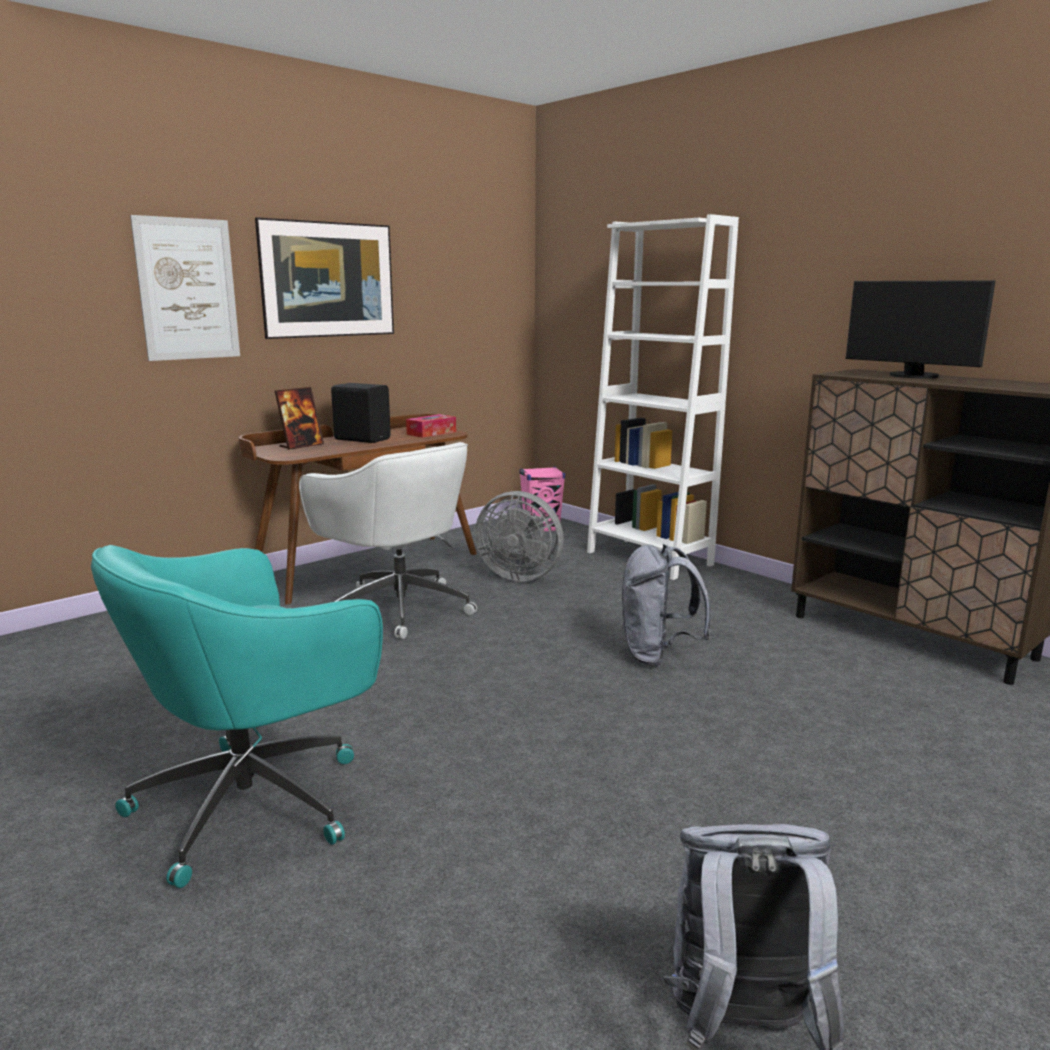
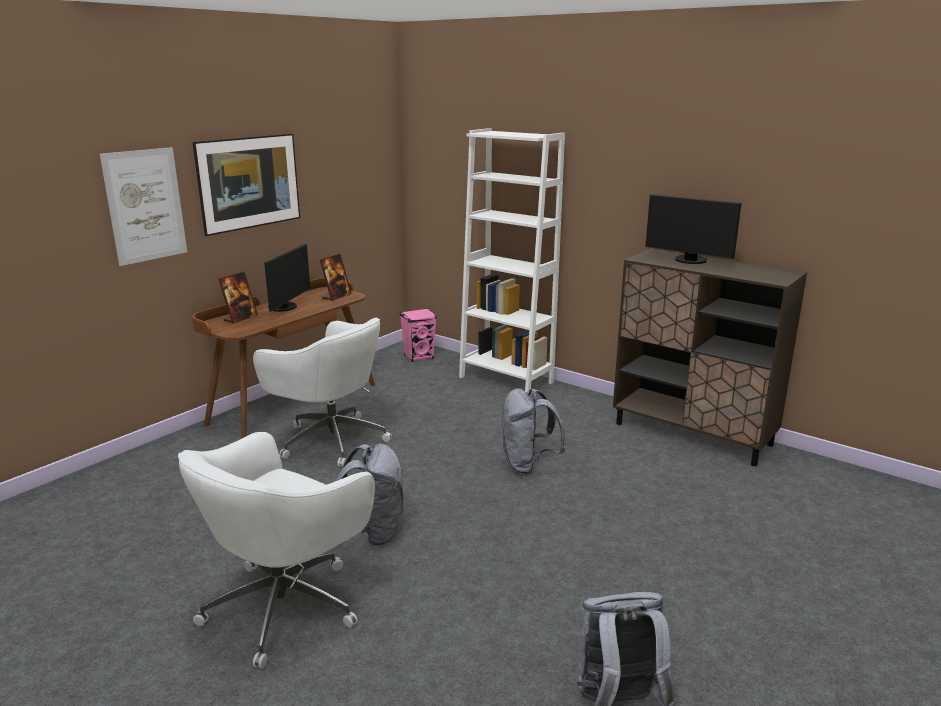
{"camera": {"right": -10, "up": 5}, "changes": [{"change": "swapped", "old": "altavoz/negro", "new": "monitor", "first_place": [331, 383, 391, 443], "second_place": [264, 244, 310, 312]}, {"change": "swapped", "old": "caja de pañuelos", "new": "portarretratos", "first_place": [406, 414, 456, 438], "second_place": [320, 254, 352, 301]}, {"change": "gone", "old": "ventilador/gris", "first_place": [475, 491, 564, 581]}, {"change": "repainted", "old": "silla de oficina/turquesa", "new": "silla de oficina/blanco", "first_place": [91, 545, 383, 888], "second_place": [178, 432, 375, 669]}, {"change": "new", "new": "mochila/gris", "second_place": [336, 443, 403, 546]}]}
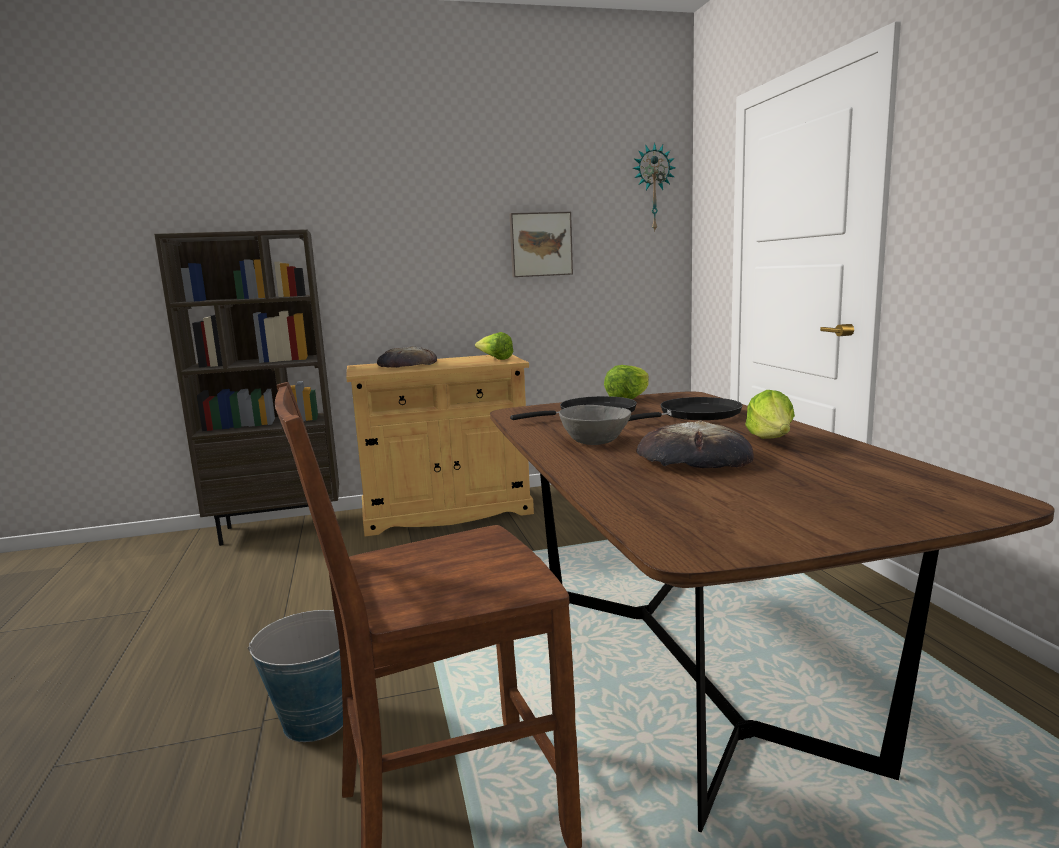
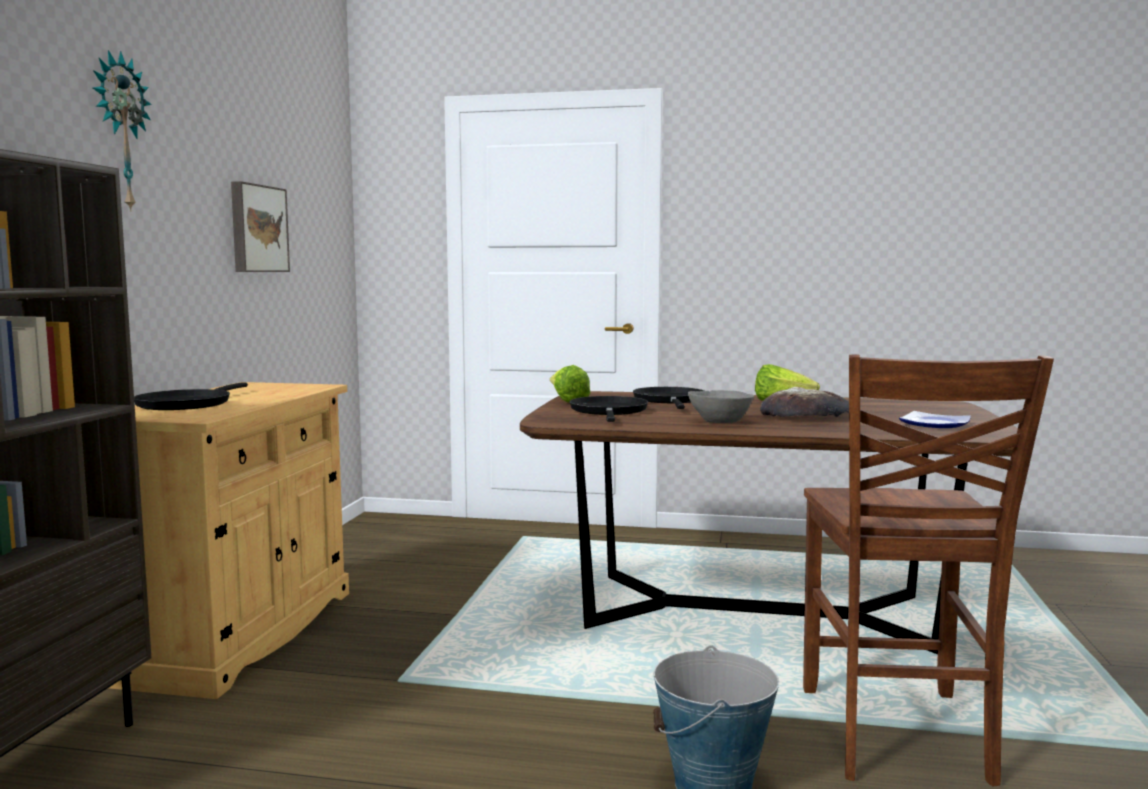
{"camera": {"right": -65, "up": -5}, "changes": [{"change": "shifted", "old": "reloj de pared", "first_place": [633, 142, 676, 232], "second_place": [93, 50, 152, 212]}, {"change": "gone", "old": "lechuga", "first_place": [475, 332, 513, 360]}, {"change": "swapped", "old": "pan", "new": "sartén/negro", "first_place": [377, 346, 437, 368], "second_place": [134, 382, 248, 410]}, {"change": "new", "new": "plato", "second_place": [899, 411, 971, 428]}]}
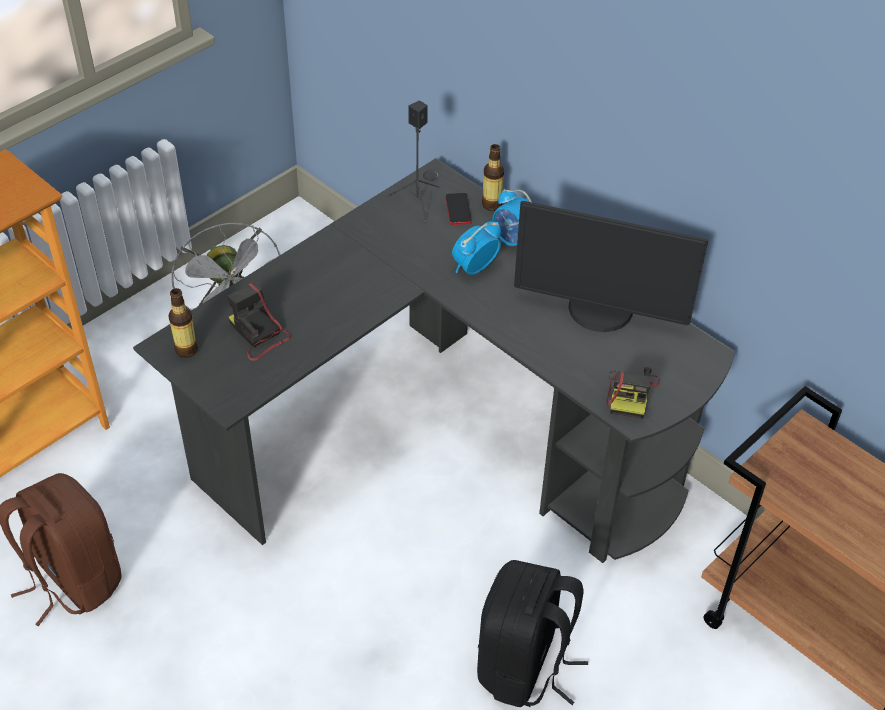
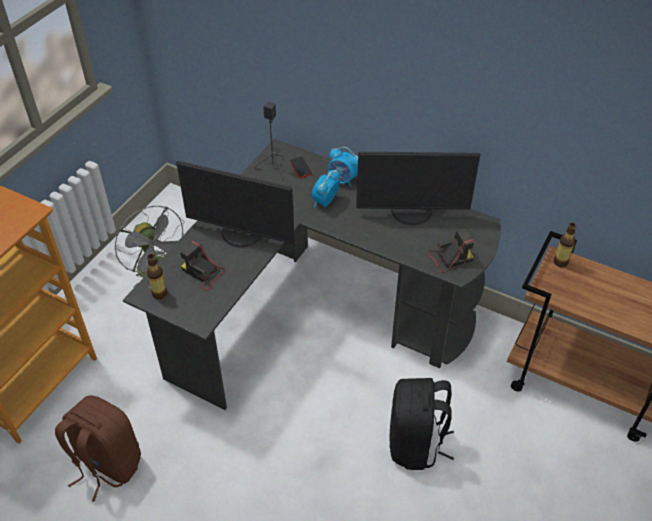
{"camera": {"right": -15, "up": 0}, "changes": [{"change": "shifted", "old": "botella", "first_place": [482, 144, 504, 211], "second_place": [554, 223, 576, 267]}, {"change": "rotated", "old": "cámara", "first_place": [606, 367, 660, 419], "second_place": [427, 228, 474, 273], "degrees": -105}, {"change": "new", "new": "monitor", "second_place": [176, 161, 295, 248]}]}
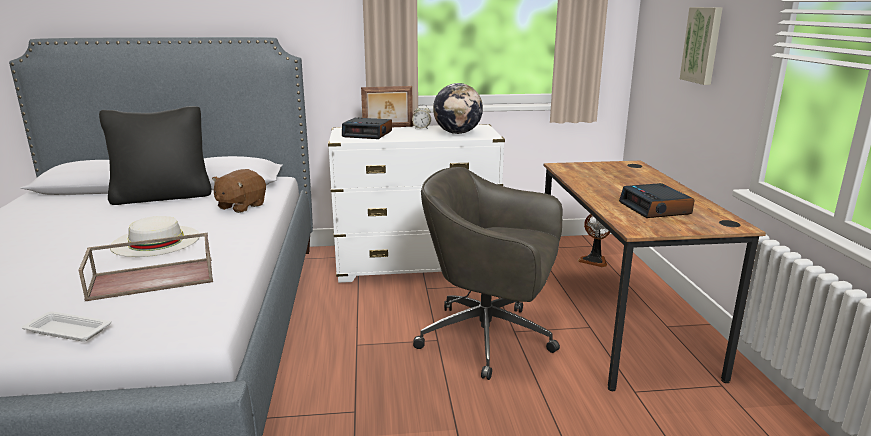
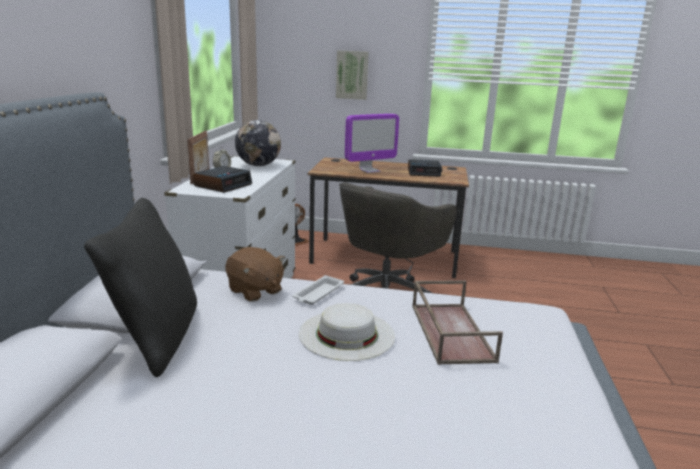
{"camera": {"right": -75, "up": 0}, "changes": [{"change": "shifted", "old": "bandeja/blanco", "first_place": [22, 311, 111, 342], "second_place": [292, 275, 344, 305]}, {"change": "new", "new": "monitor", "second_place": [345, 114, 399, 173]}]}
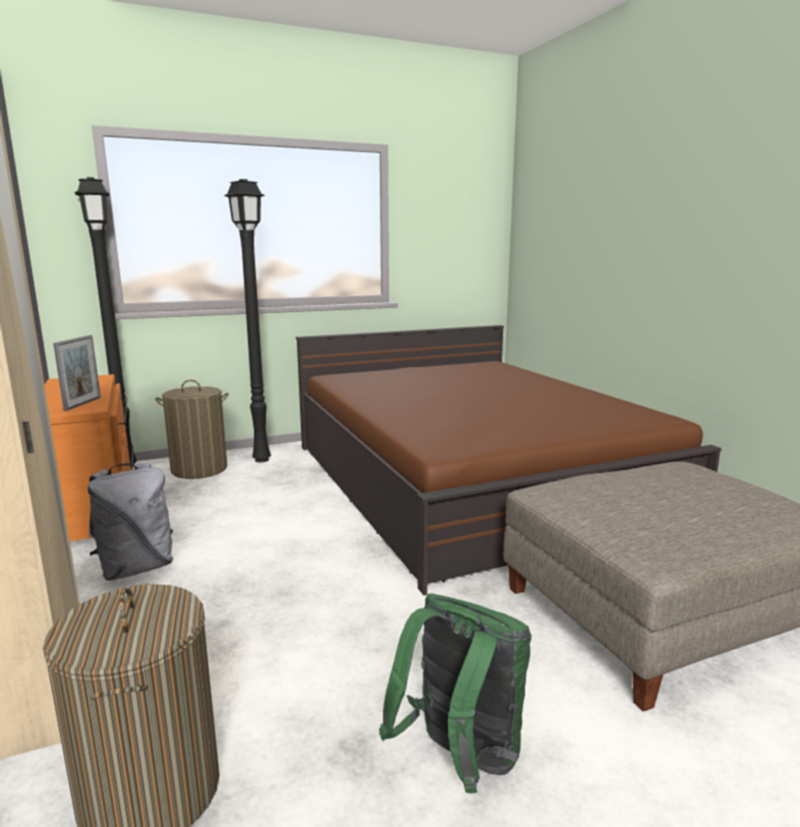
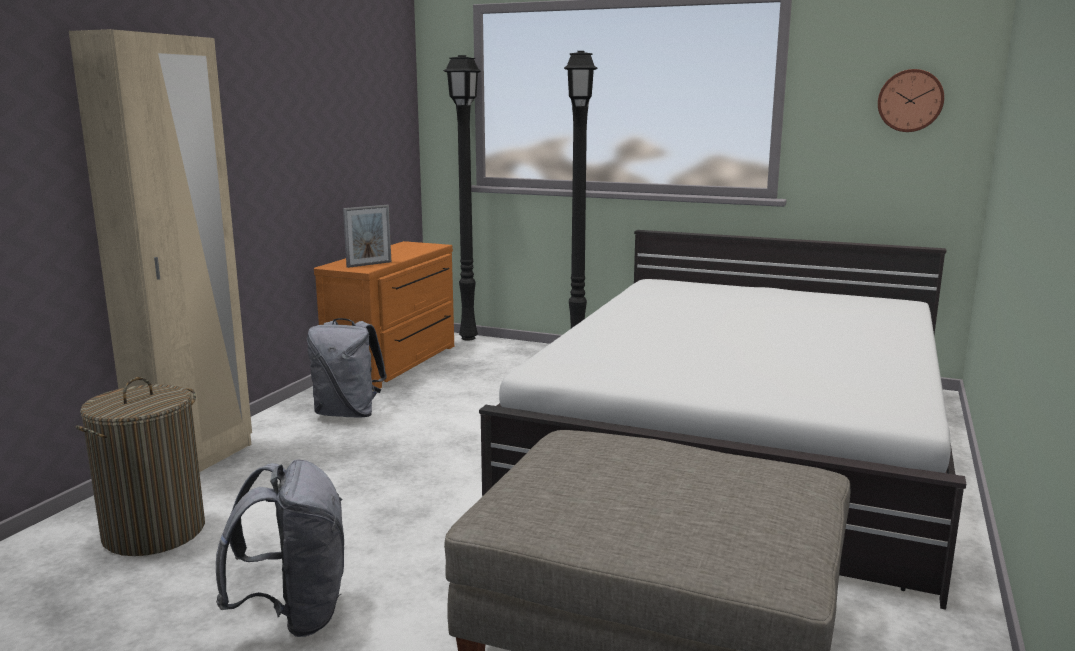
{"camera": {"right": 45, "up": 0}, "changes": [{"change": "repainted", "old": "cama/marrón", "new": "cama/blanco", "first_place": [296, 325, 721, 595], "second_place": [479, 230, 966, 610]}, {"change": "gone", "old": "cesto de la ropa", "first_place": [155, 380, 229, 479]}, {"change": "repainted", "old": "mochila/verde", "new": "mochila/gris", "first_place": [379, 594, 532, 793], "second_place": [216, 460, 344, 637]}, {"change": "new", "new": "reloj de pared", "second_place": [878, 69, 944, 132]}]}
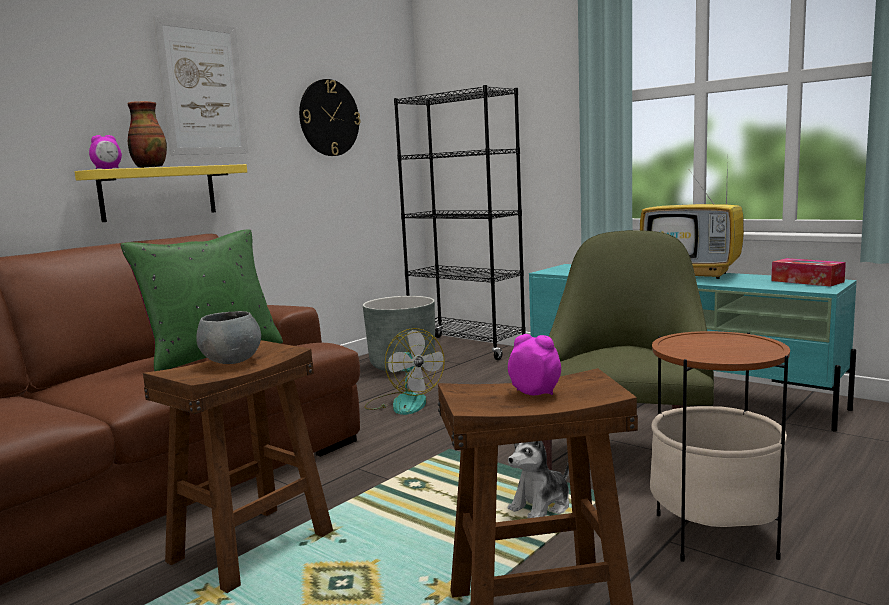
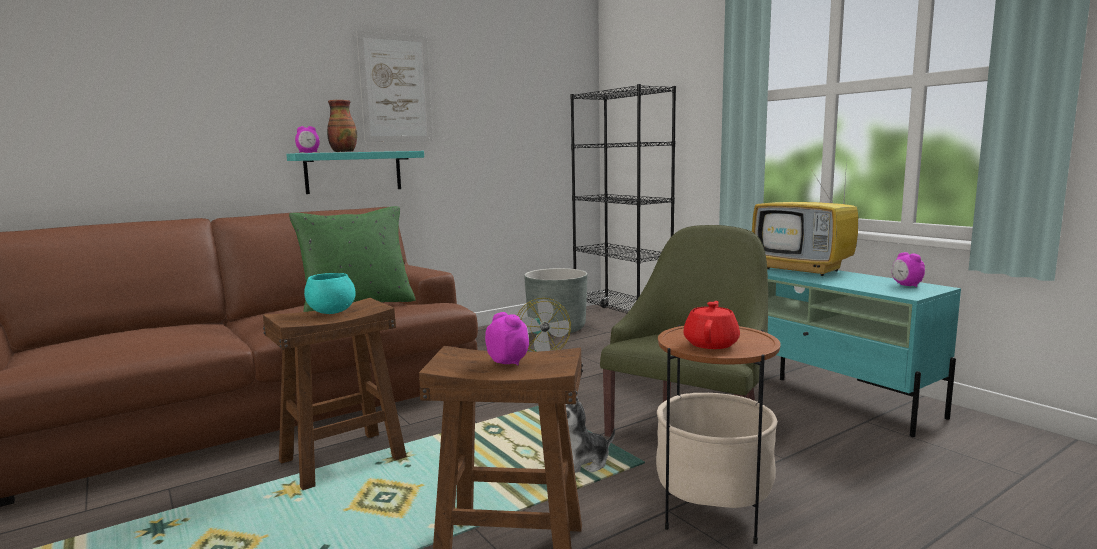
{"camera": {"right": 15, "up": 0}, "changes": [{"change": "gone", "old": "reloj de pared", "first_place": [299, 79, 361, 156]}, {"change": "repainted", "old": "estante/amarillo", "new": "estante/turquesa", "first_place": [75, 164, 247, 222], "second_place": [286, 151, 424, 194]}, {"change": "swapped", "old": "caja de pañuelos", "new": "despertador", "first_place": [771, 258, 846, 287], "second_place": [892, 252, 925, 287]}, {"change": "repainted", "old": "cuenco/gris", "new": "cuenco/turquesa", "first_place": [196, 311, 261, 364], "second_place": [304, 273, 356, 314]}, {"change": "new", "new": "tetera/rojo", "second_place": [684, 301, 740, 349]}]}
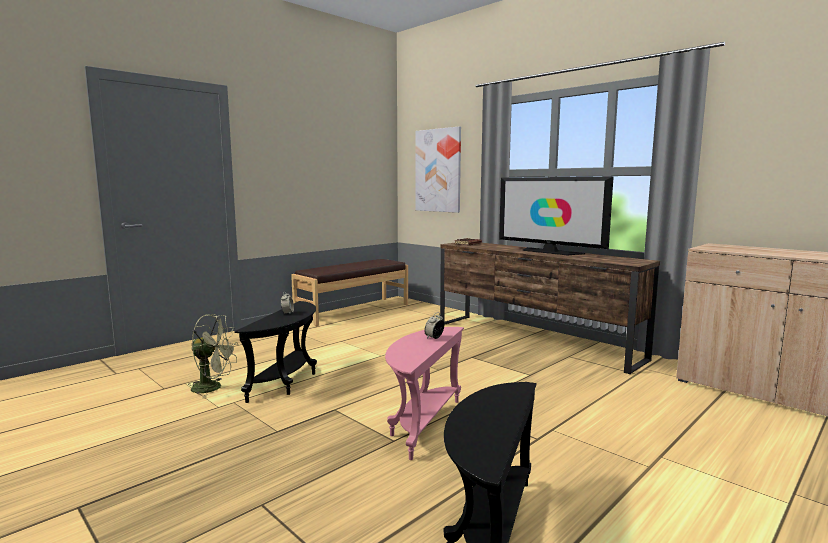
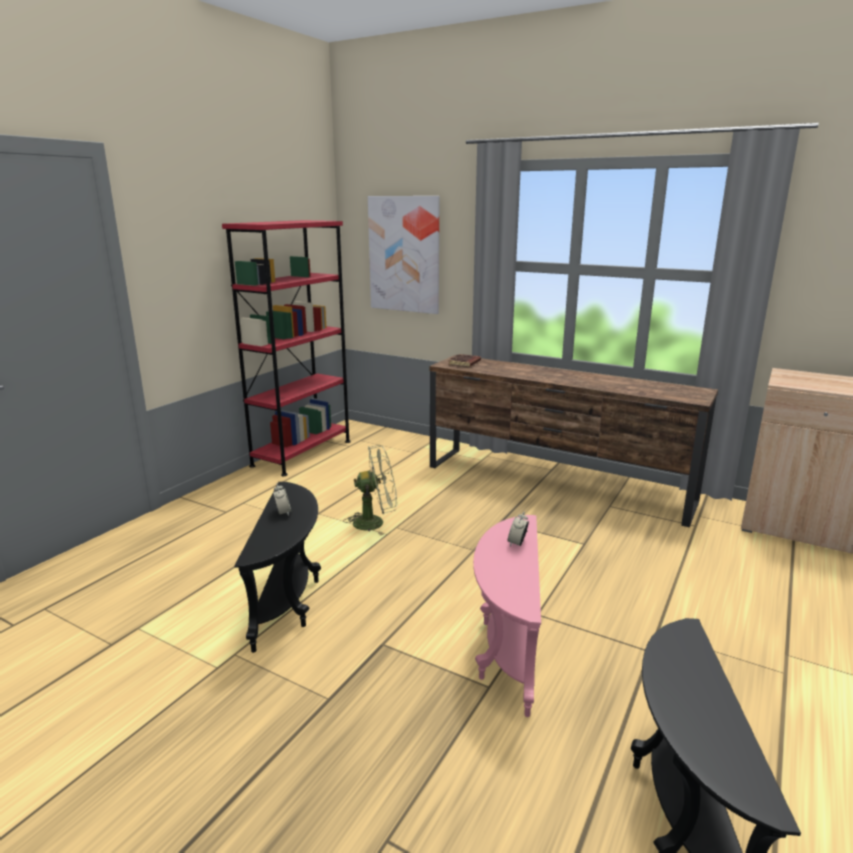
{"camera": {"right": -15, "up": 10}, "changes": [{"change": "gone", "old": "televisor", "first_place": [499, 177, 614, 255]}, {"change": "swapped", "old": "banco/marrón", "new": "estantería/rojo", "first_place": [291, 259, 408, 326], "second_place": [222, 220, 351, 476]}, {"change": "shifted", "old": "ventilador/verde", "first_place": [188, 314, 238, 398], "second_place": [343, 445, 397, 536]}]}
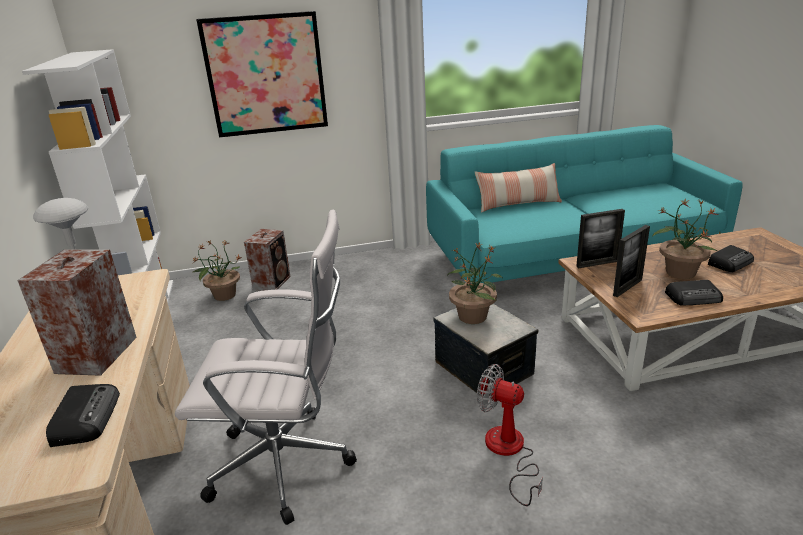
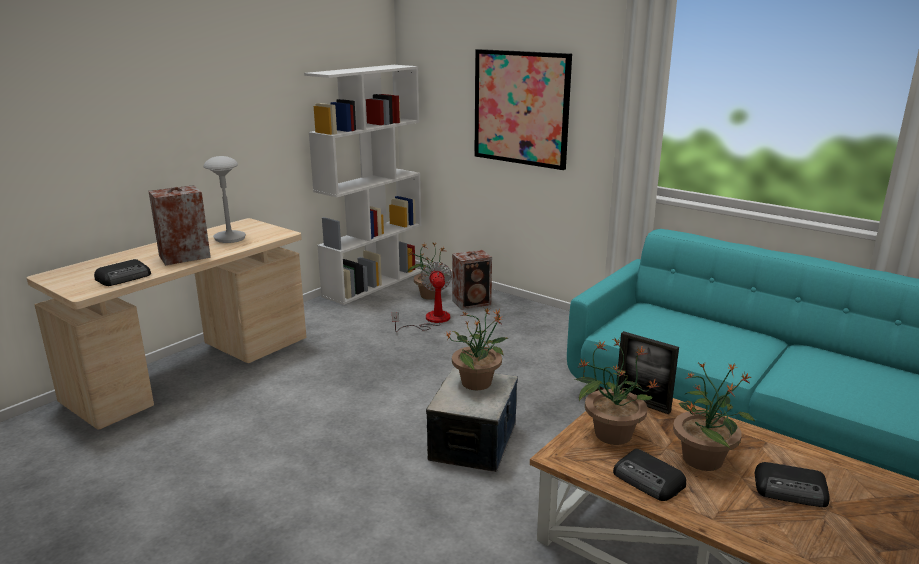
{"camera": {"right": 50, "up": -5}, "changes": [{"change": "gone", "old": "cojín", "first_place": [475, 163, 562, 213]}, {"change": "gone", "old": "silla de oficina/blanco", "first_place": [175, 210, 357, 525]}, {"change": "swapped", "old": "portarretratos", "new": "planta en maceta", "first_place": [613, 225, 650, 297], "second_place": [574, 338, 659, 445]}, {"change": "shifted", "old": "ventilador", "first_place": [477, 364, 543, 506], "second_place": [392, 262, 452, 332]}]}
